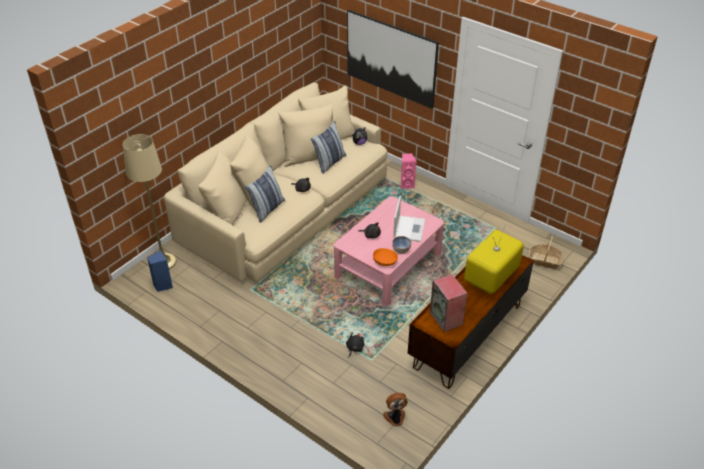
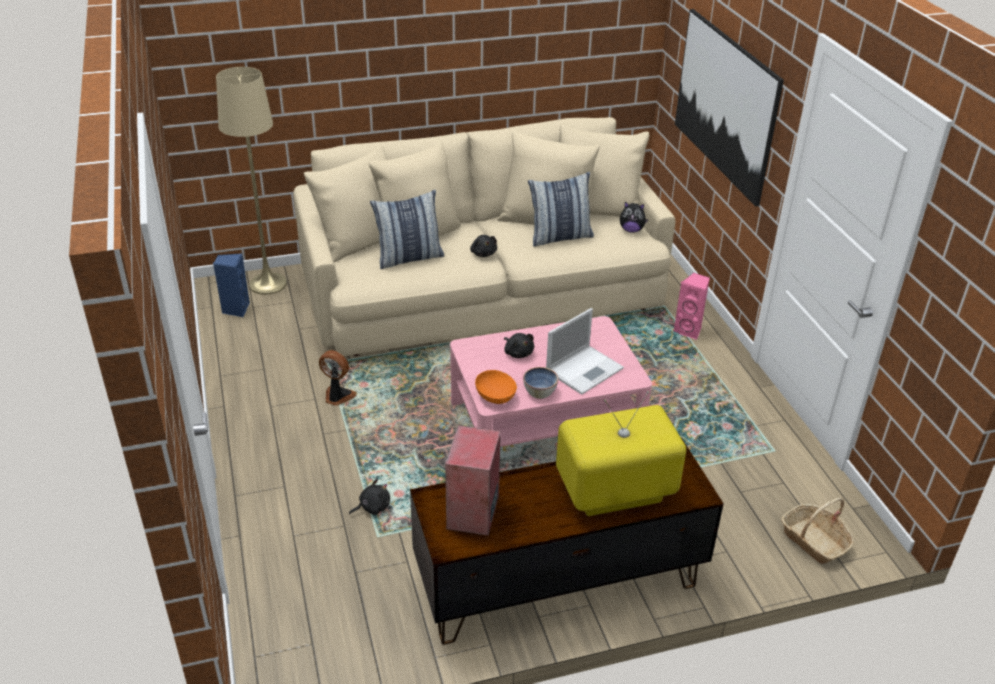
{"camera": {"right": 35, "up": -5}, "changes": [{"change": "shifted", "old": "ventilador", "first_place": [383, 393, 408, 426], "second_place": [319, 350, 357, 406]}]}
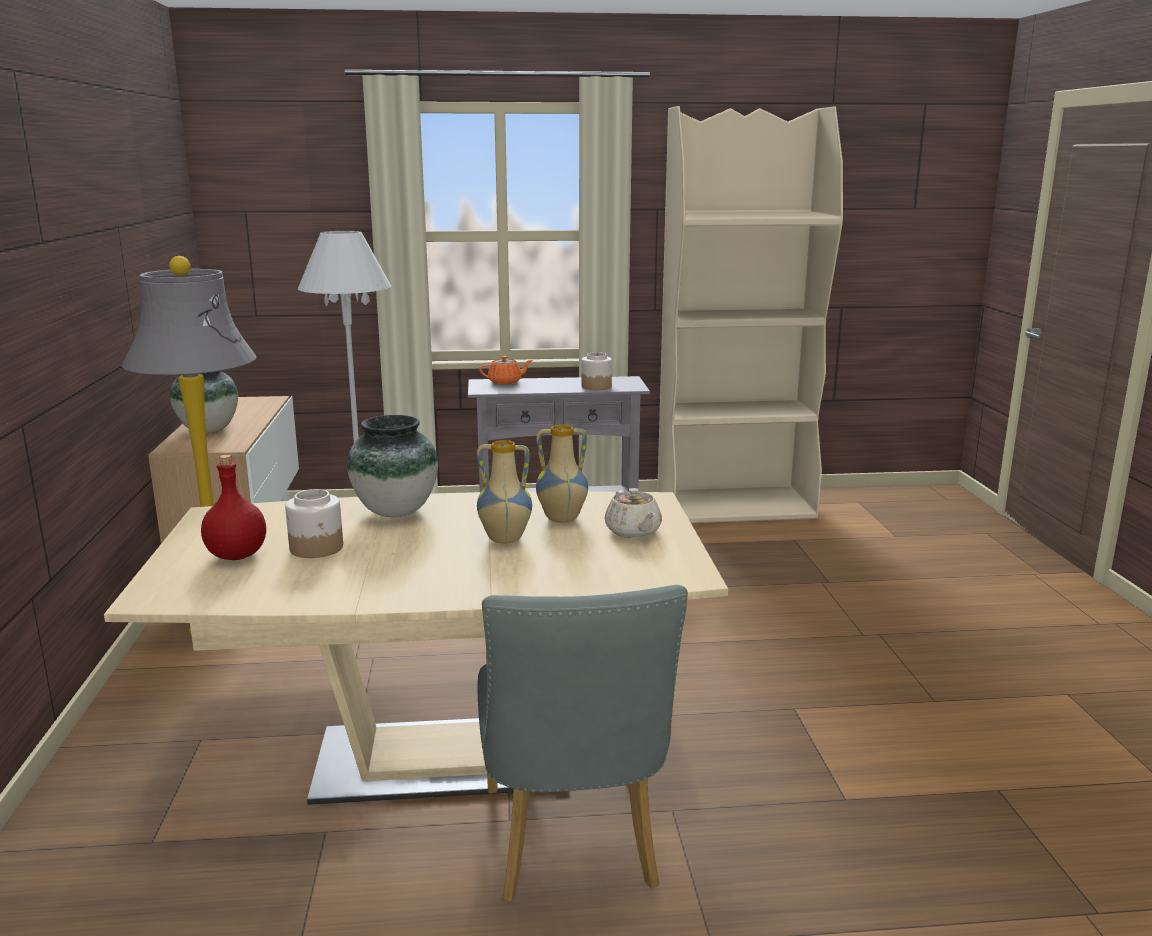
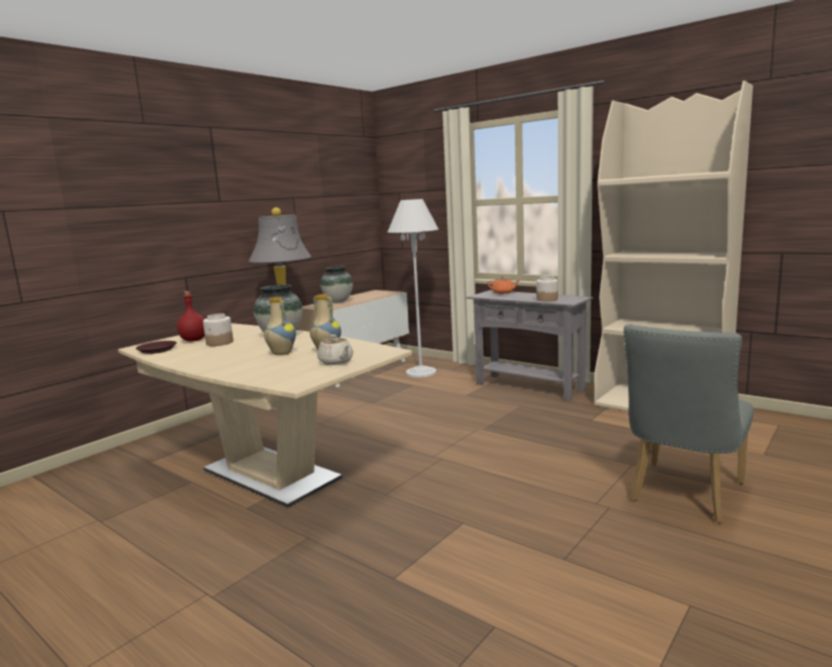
{"camera": {"right": 45, "up": -5}, "changes": [{"change": "rotated", "old": "tetera/beis", "first_place": [604, 488, 662, 538], "second_place": [317, 335, 353, 365], "degrees": -60}, {"change": "shifted", "old": "silla/gris", "first_place": [477, 585, 688, 902], "second_place": [624, 325, 754, 523]}, {"change": "new", "new": "plato/marrón", "second_place": [136, 341, 177, 354]}]}
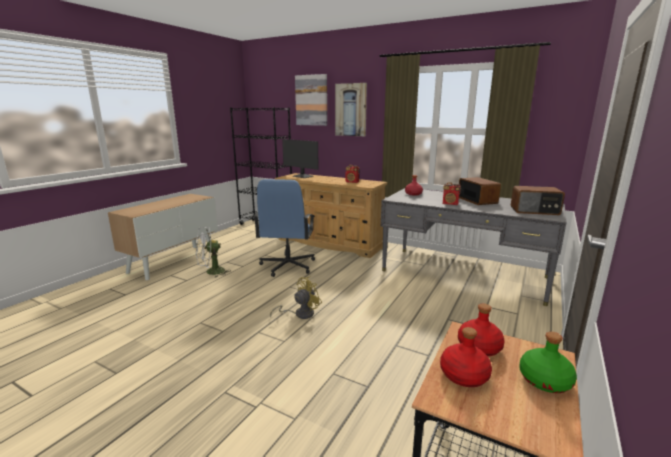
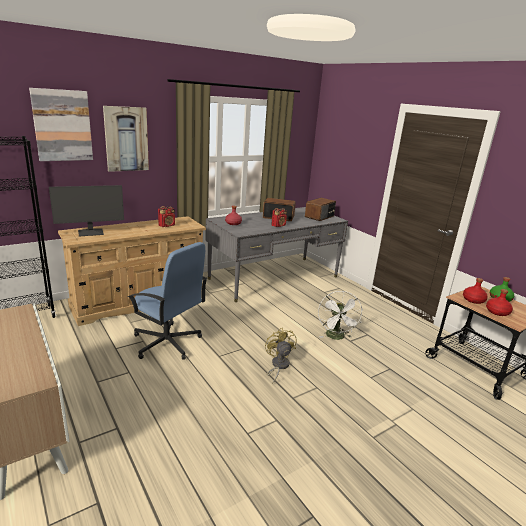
{"camera": {"right": -65, "up": 5}, "changes": [{"change": "shifted", "old": "ventilador/blanco", "first_place": [196, 226, 230, 277], "second_place": [318, 291, 363, 340]}]}
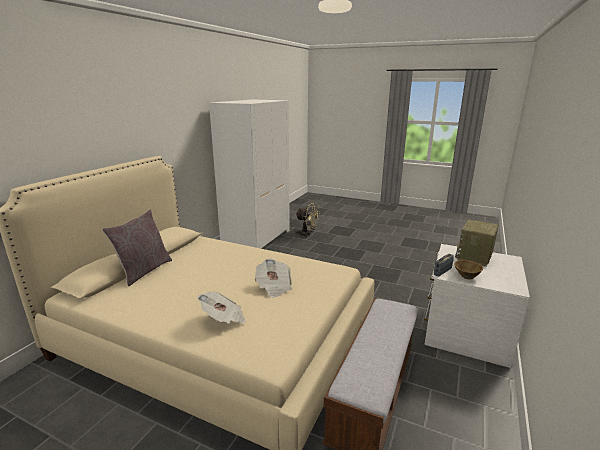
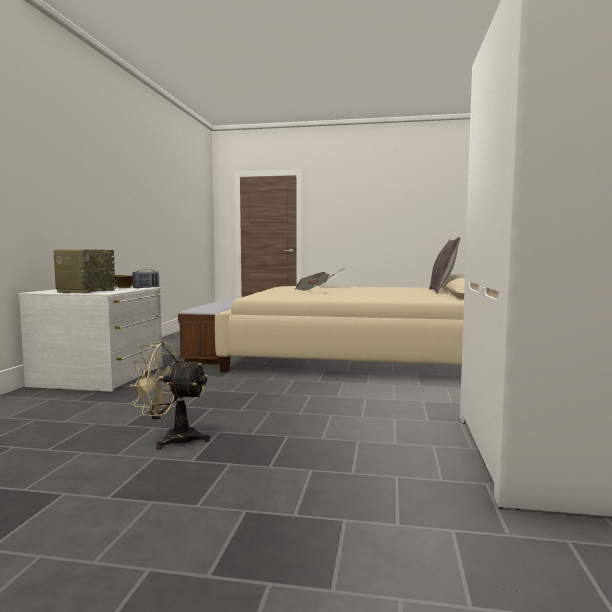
{"camera": {"right": 165, "up": -15}, "changes": [{"change": "shifted", "old": "ventilador/beis", "first_place": [296, 203, 320, 238], "second_place": [130, 342, 210, 449]}]}
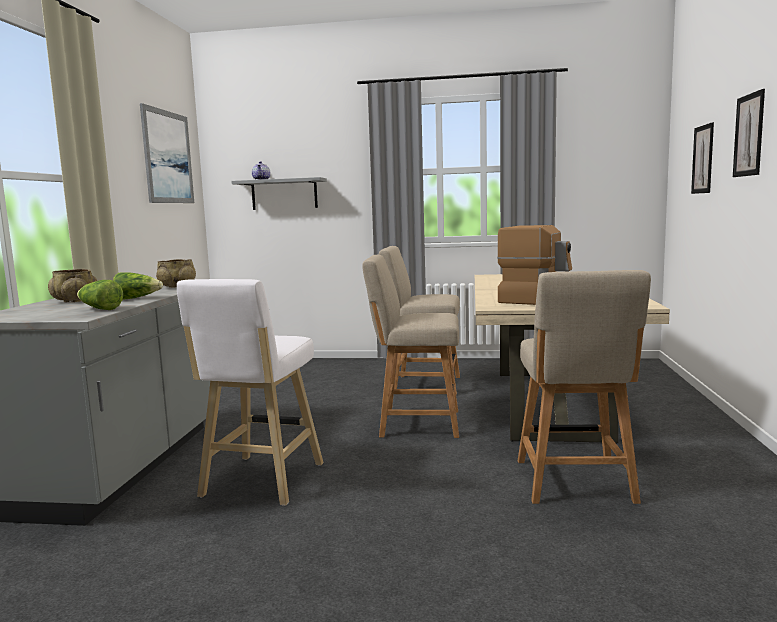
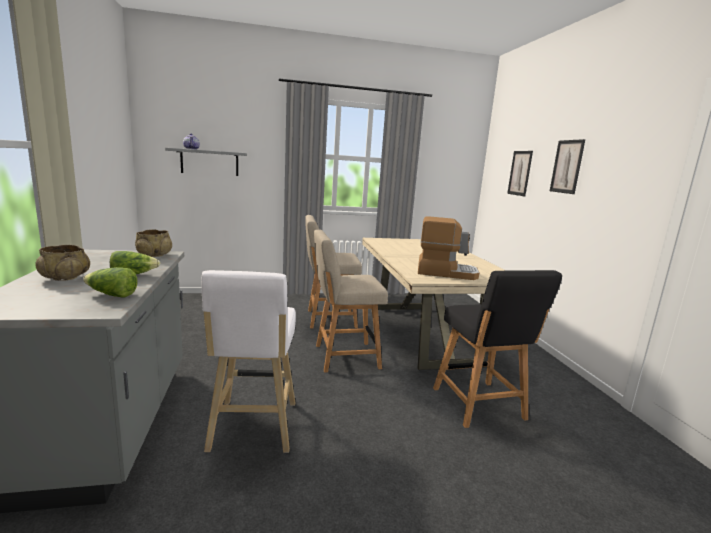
{"camera": {"right": -20, "up": 5}, "changes": [{"change": "gone", "old": "cuadro", "first_place": [140, 103, 194, 203]}, {"change": "repainted", "old": "silla/beis", "new": "silla/negro", "first_place": [518, 270, 651, 504], "second_place": [433, 270, 562, 428]}]}
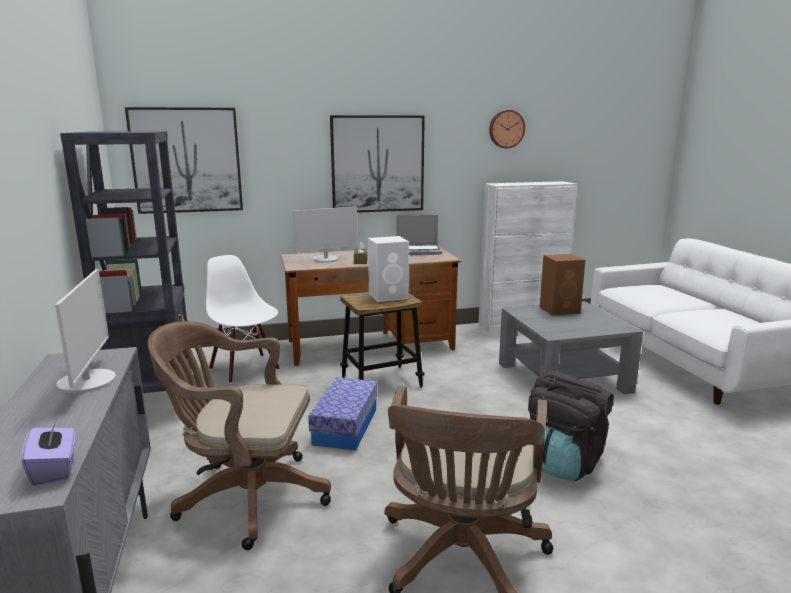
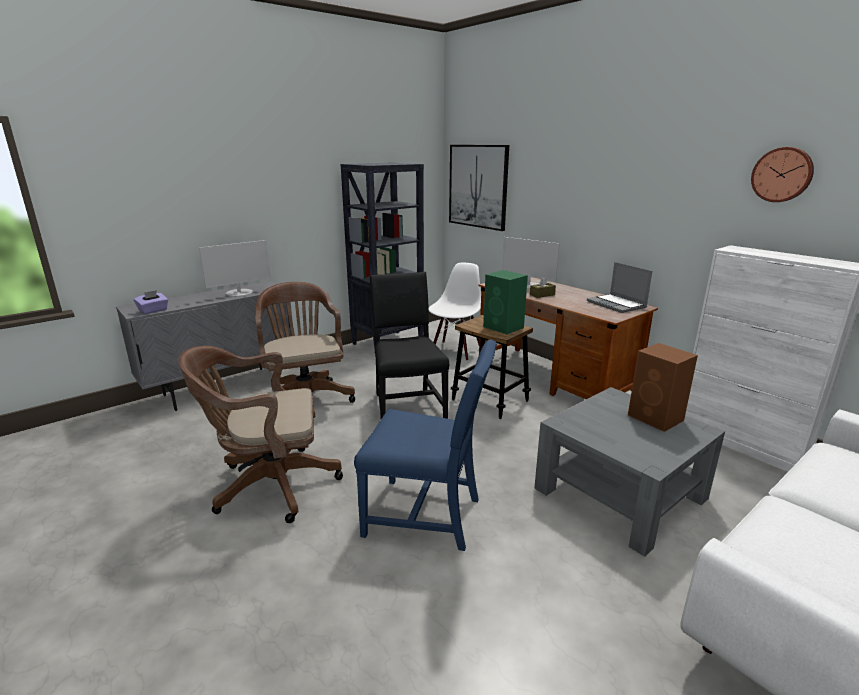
{"camera": {"right": 65, "up": 5}, "changes": [{"change": "gone", "old": "cuadro", "first_place": [330, 115, 425, 213]}, {"change": "repainted", "old": "altavoz/blanco", "new": "altavoz/verde", "first_place": [368, 236, 409, 302], "second_place": [483, 270, 528, 334]}, {"change": "swapped", "old": "mochila/negro", "new": "silla/azul", "first_place": [528, 371, 614, 481], "second_place": [354, 339, 497, 551]}, {"change": "swapped", "old": "caja de almacenaje", "new": "silla/negro", "first_place": [308, 377, 378, 450], "second_place": [370, 272, 449, 419]}]}
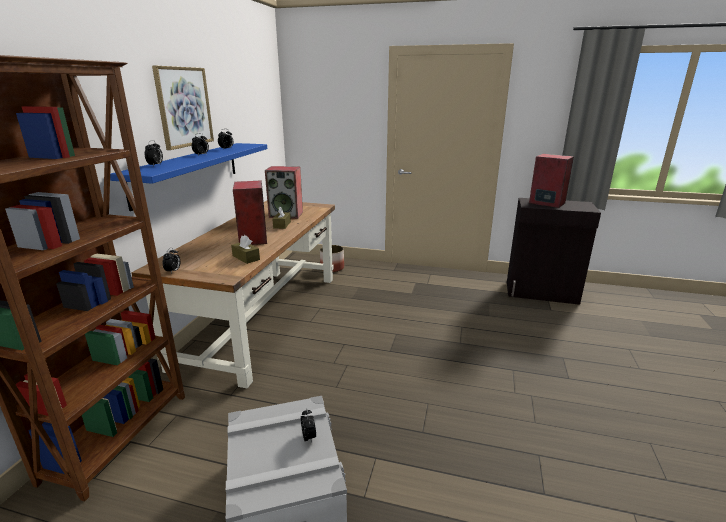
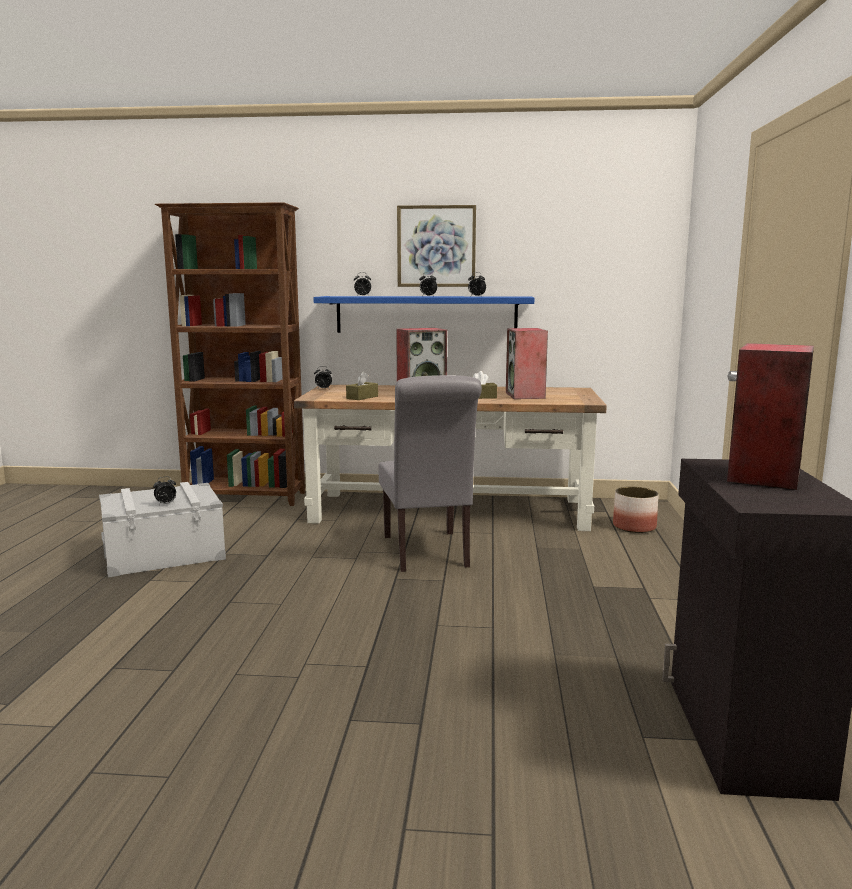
{"camera": {"right": 80, "up": -10}, "changes": [{"change": "new", "new": "silla/gris", "second_place": [379, 375, 482, 572]}]}
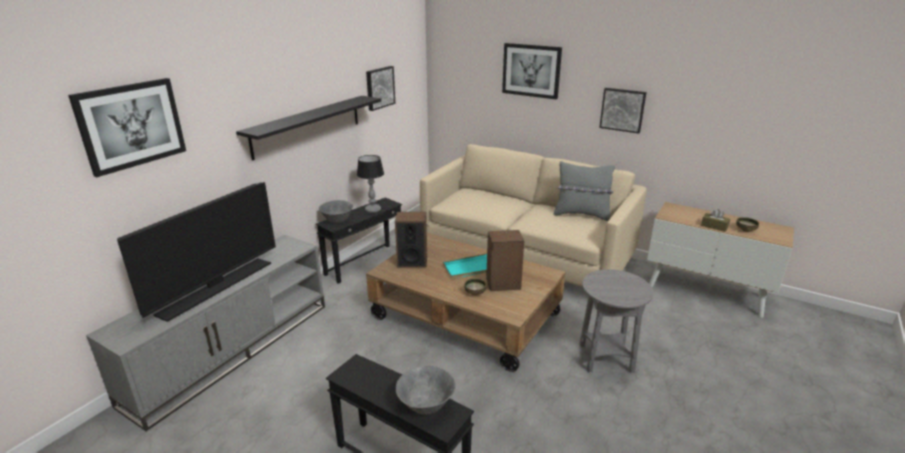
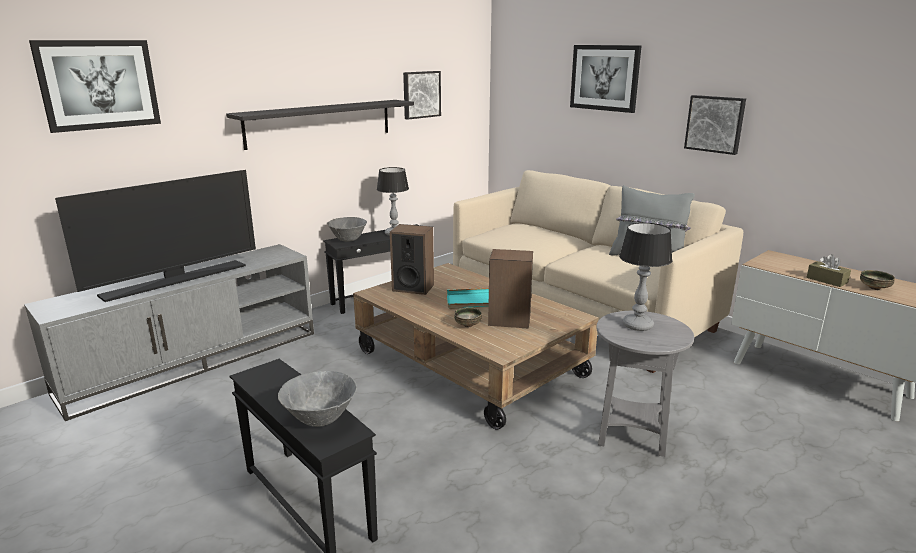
{"camera": {"right": 15, "up": -5}, "changes": [{"change": "new", "new": "lámpara de mesa", "second_place": [619, 223, 672, 331]}]}
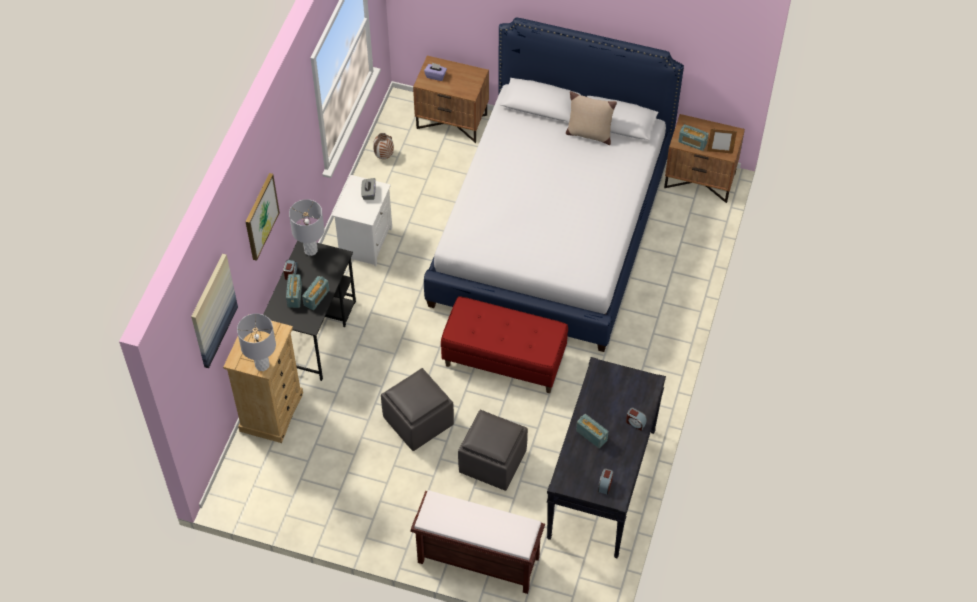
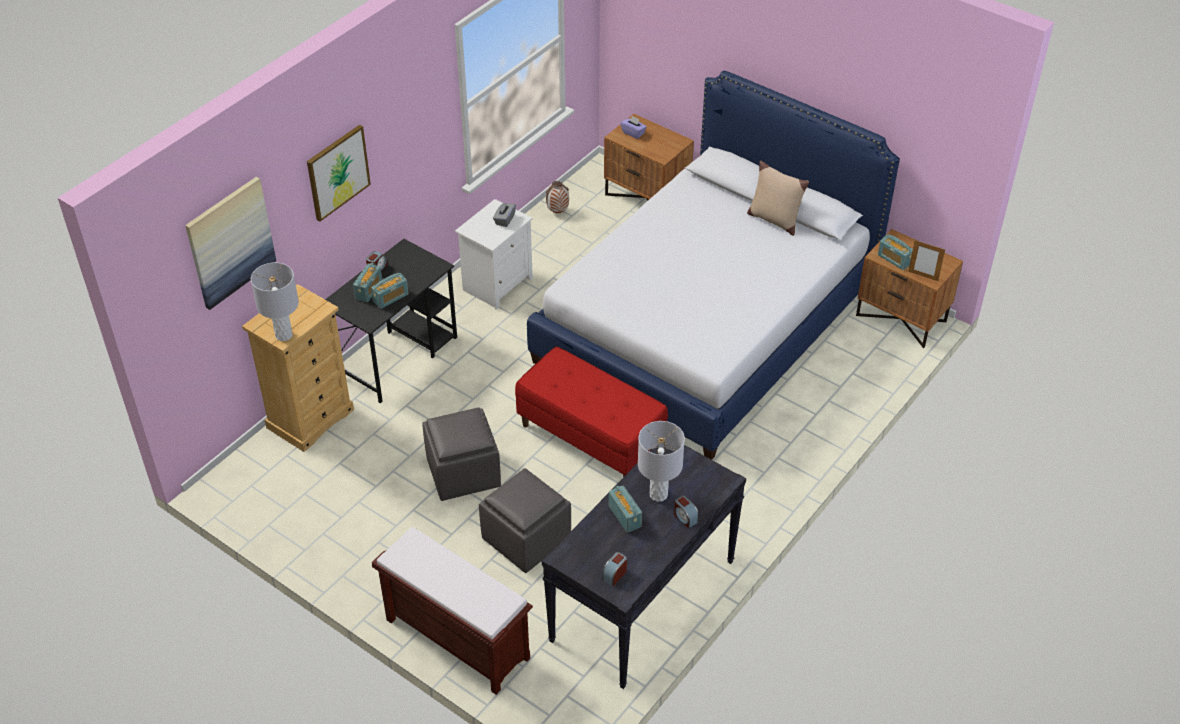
{"camera": {"right": 20, "up": -10}, "changes": [{"change": "shifted", "old": "lámpara de mesa/gris", "first_place": [289, 199, 324, 256], "second_place": [638, 421, 685, 502]}]}
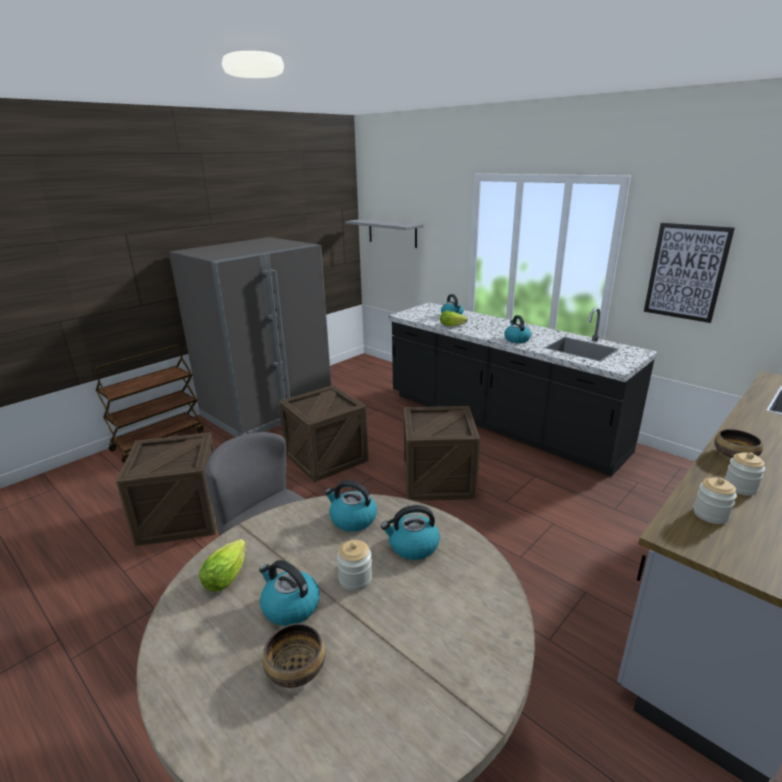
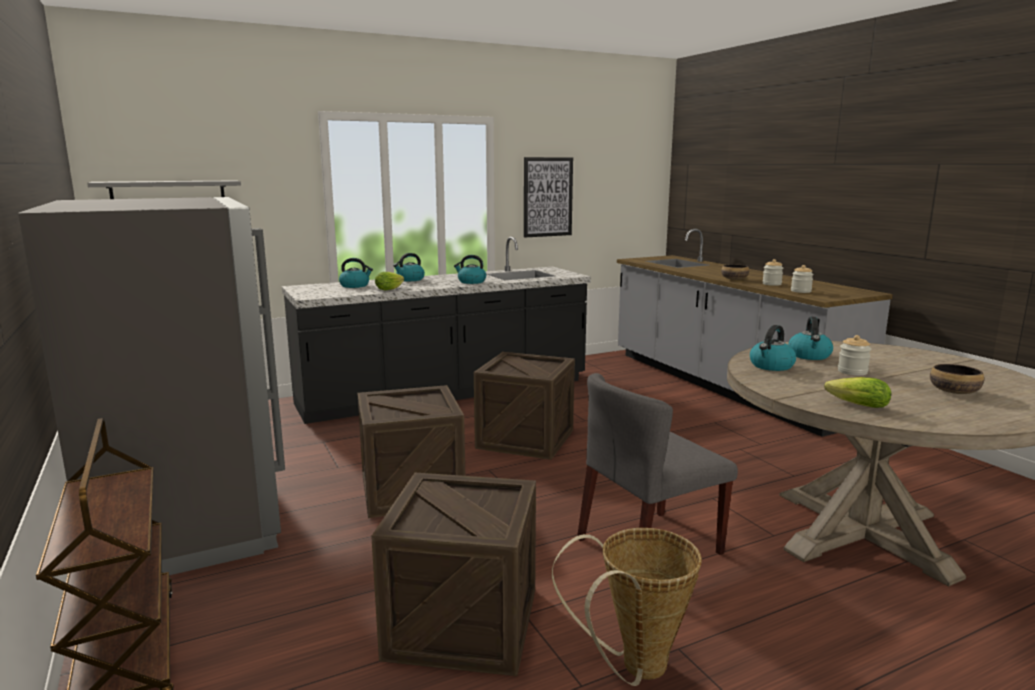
{"camera": {"right": -70, "up": -10}, "changes": [{"change": "shifted", "old": "hervidor", "first_place": [259, 560, 320, 626], "second_place": [393, 253, 425, 281]}, {"change": "new", "new": "cesta", "second_place": [552, 528, 702, 686]}]}
